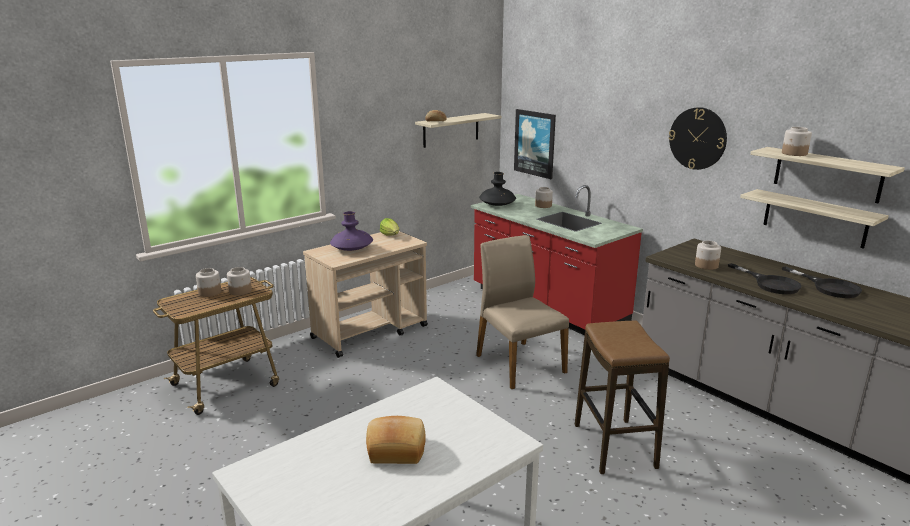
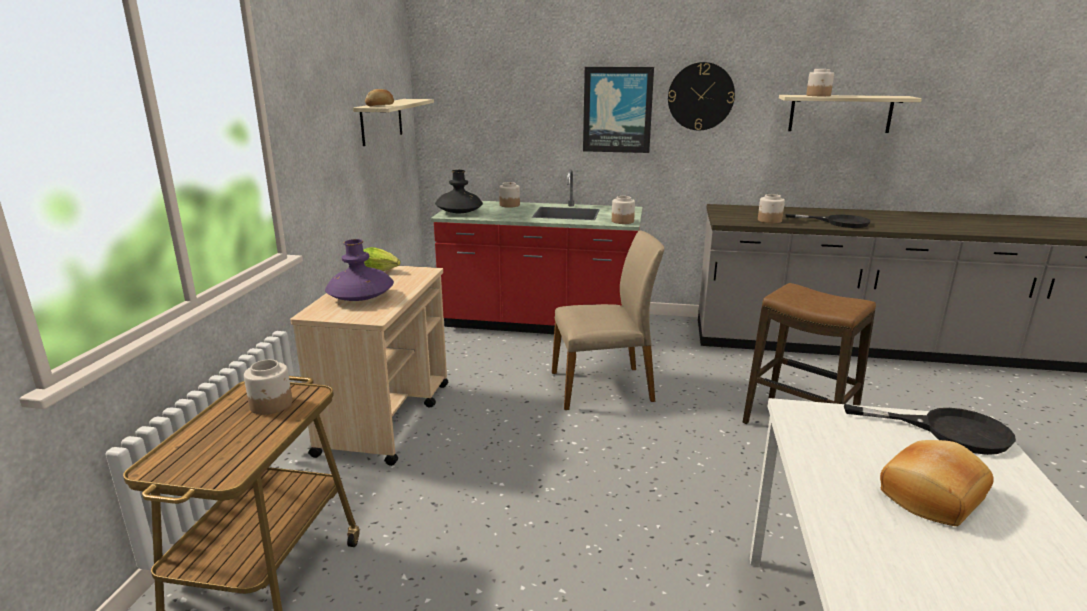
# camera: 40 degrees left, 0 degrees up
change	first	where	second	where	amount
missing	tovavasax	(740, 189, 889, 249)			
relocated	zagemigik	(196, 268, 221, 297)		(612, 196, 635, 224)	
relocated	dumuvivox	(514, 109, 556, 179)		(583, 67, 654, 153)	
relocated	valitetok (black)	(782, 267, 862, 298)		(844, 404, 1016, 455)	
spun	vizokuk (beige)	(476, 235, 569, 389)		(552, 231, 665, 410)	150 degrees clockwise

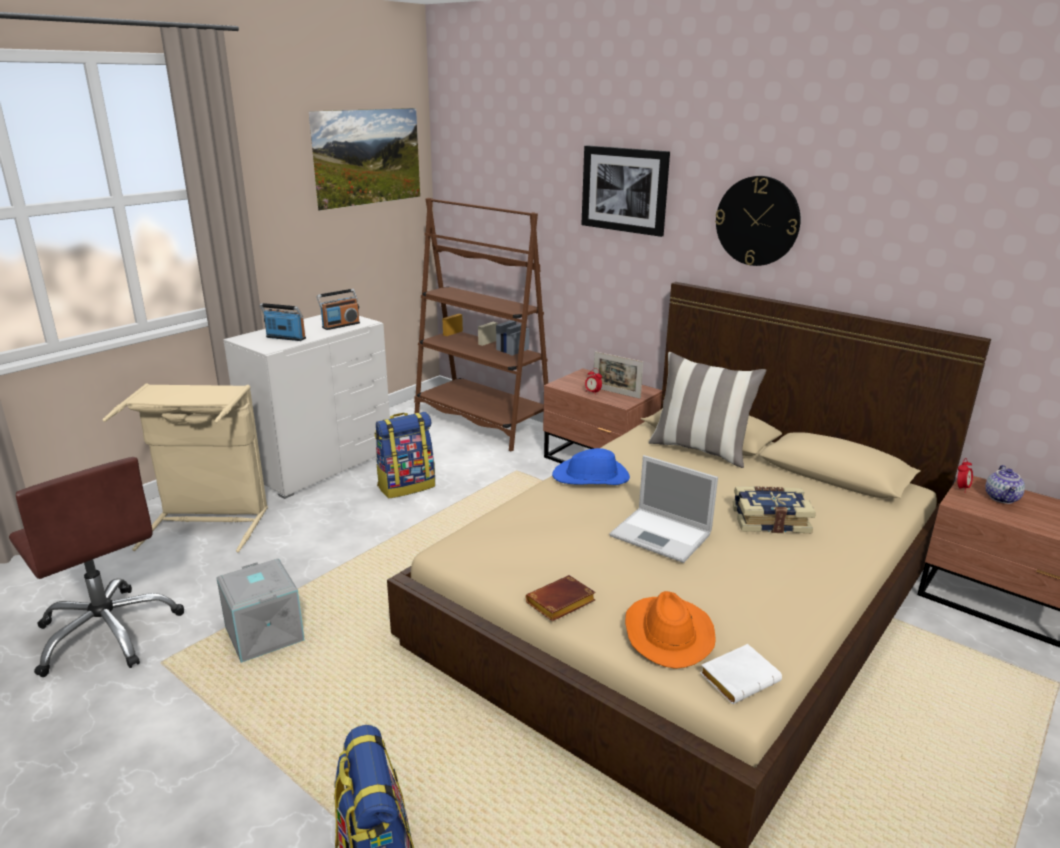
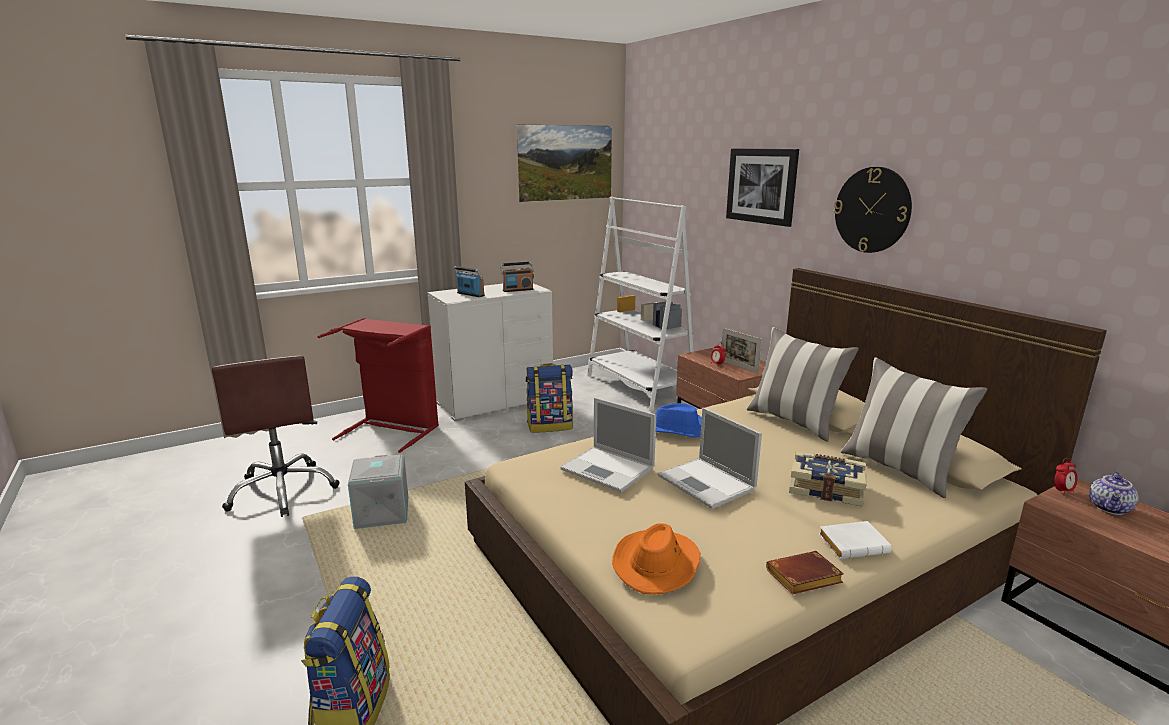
# camera: 20 degrees right, 5 degrees down
change	first	where	second	where	amount
appeared			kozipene	(560, 397, 656, 492)	
appeared			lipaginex	(841, 357, 988, 498)	
relocated	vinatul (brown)	(526, 575, 596, 621)		(766, 551, 844, 594)	
relocated	vinatul (white)	(700, 644, 782, 704)		(819, 521, 892, 559)	
colour	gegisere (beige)	(102, 383, 268, 552)	gegisere (red)	(318, 318, 439, 453)	
colour	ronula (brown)	(414, 198, 548, 451)	ronula (white)	(587, 197, 694, 412)	

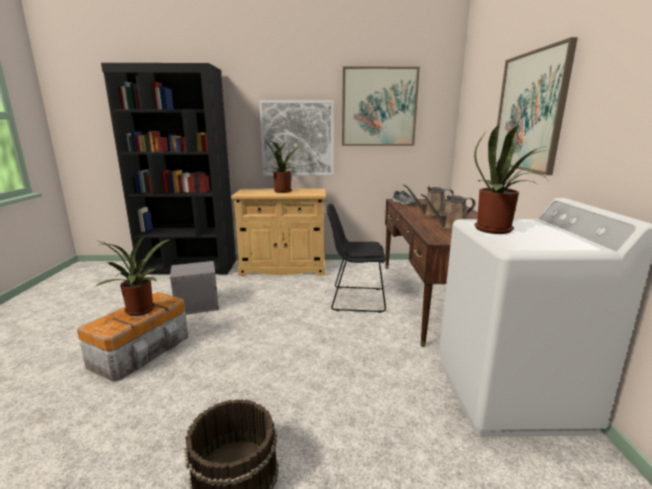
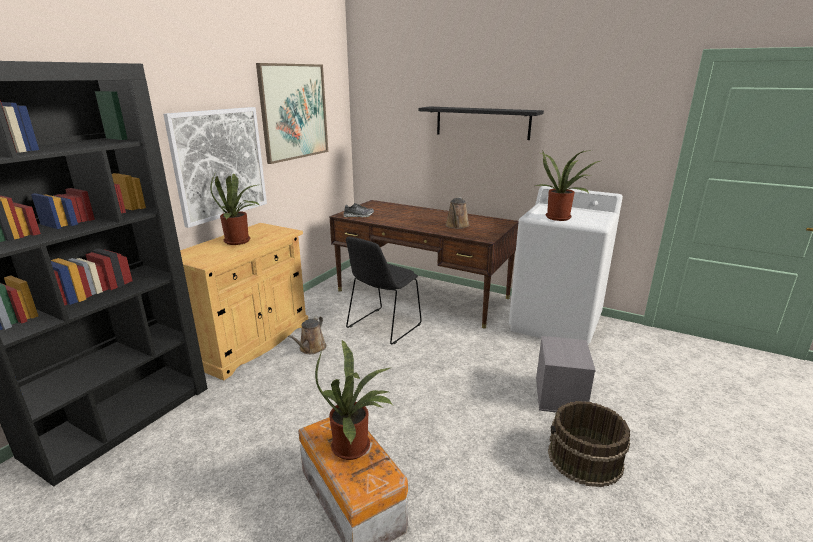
# camera: 60 degrees left, 5 degrees up
change	first	where	second	where	amount
relocated	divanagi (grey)	(170, 261, 219, 315)		(536, 336, 596, 413)	
relocated	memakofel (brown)	(403, 185, 454, 217)		(288, 316, 326, 354)	
exchanged	dumuvivox	(496, 37, 578, 175)	tovavasax (black)	(418, 106, 544, 140)	

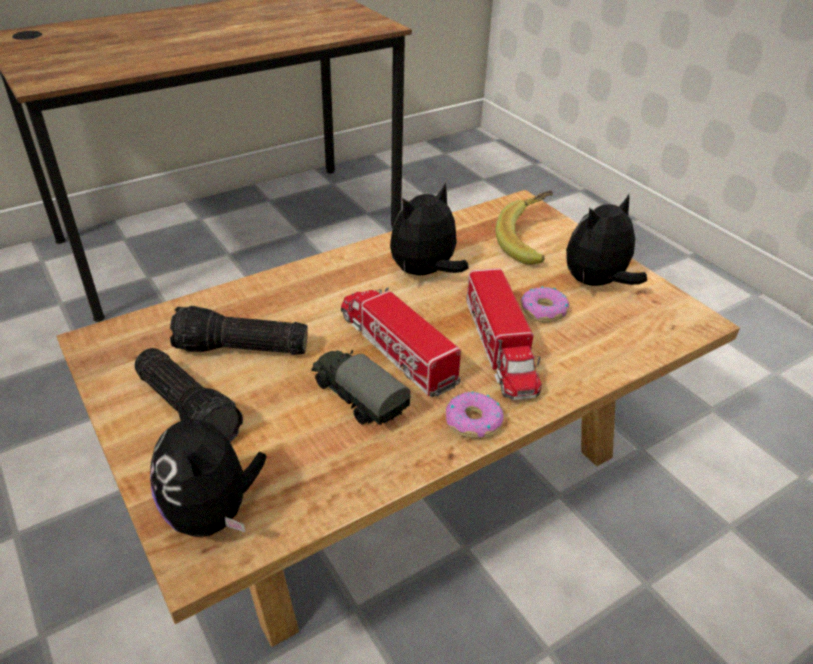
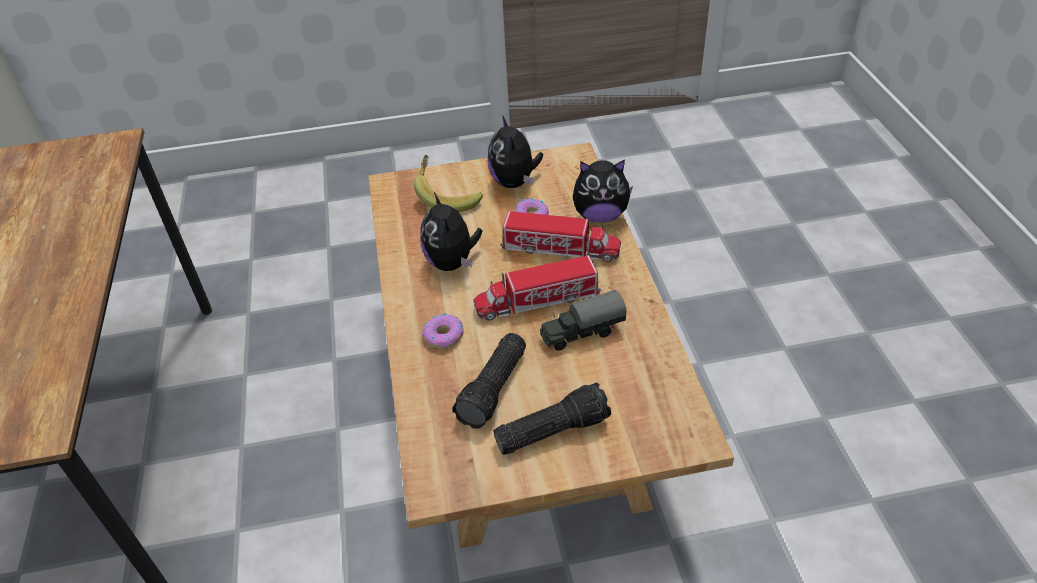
# camera: 65 degrees left, 5 degrees up
change	first	where	second	where	amount
relocated	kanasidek	(150, 397, 267, 537)		(573, 160, 633, 223)	
relocated	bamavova	(446, 391, 504, 439)		(422, 313, 464, 349)	

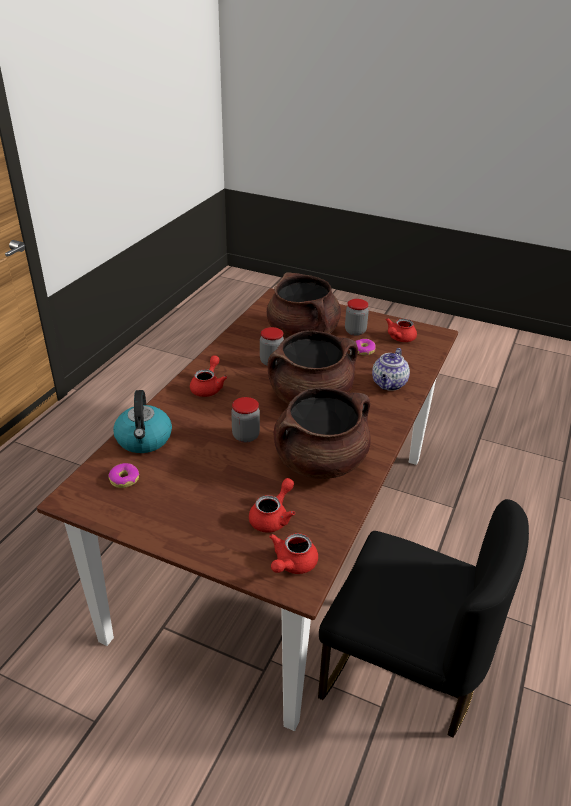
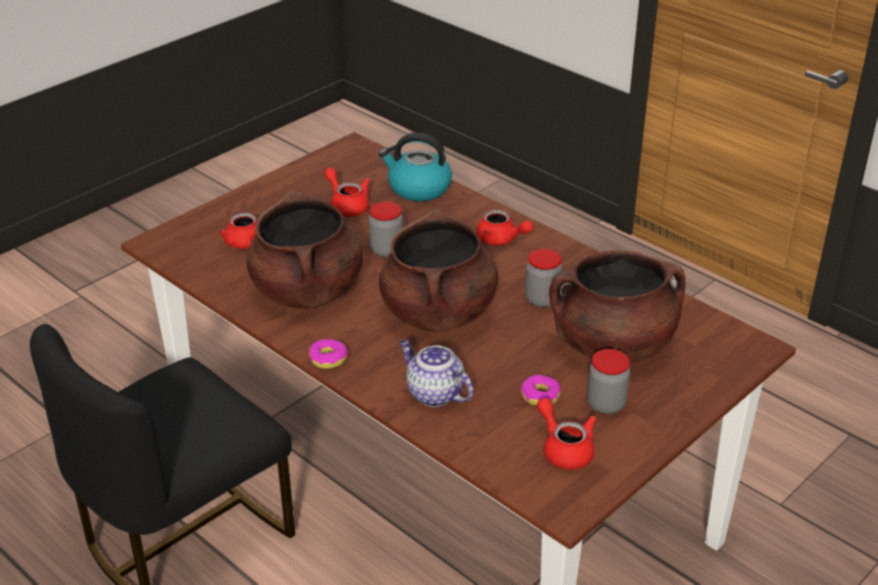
# camera: 110 degrees right, 0 degrees up
change	first	where	second	where	amount
relocated	bamavova	(108, 463, 139, 488)		(309, 339, 348, 369)	
relocated	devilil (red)	(269, 533, 318, 574)		(324, 168, 370, 217)	

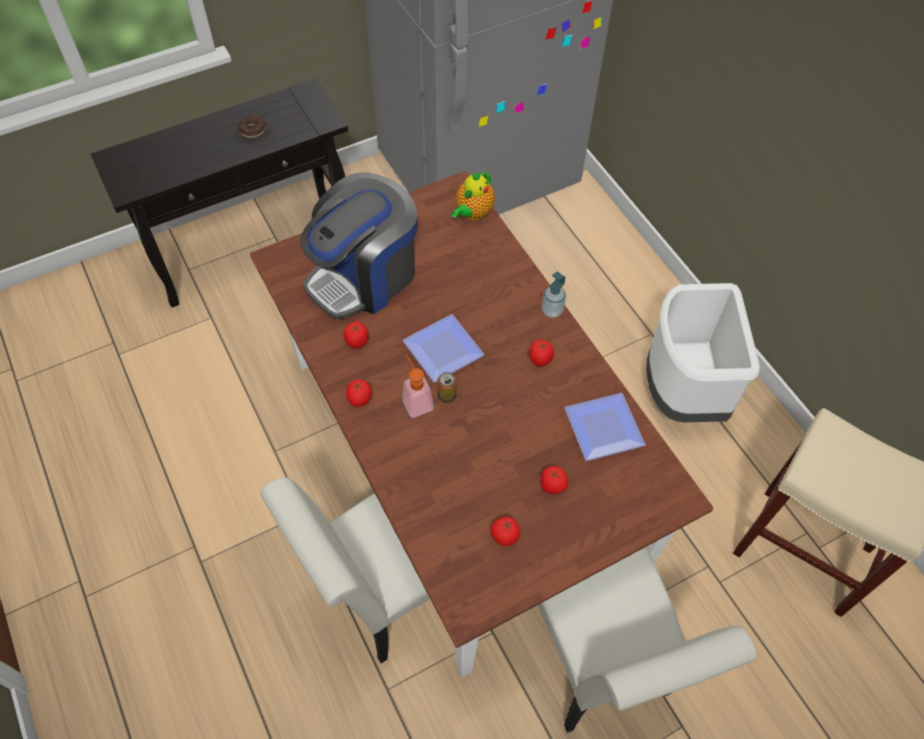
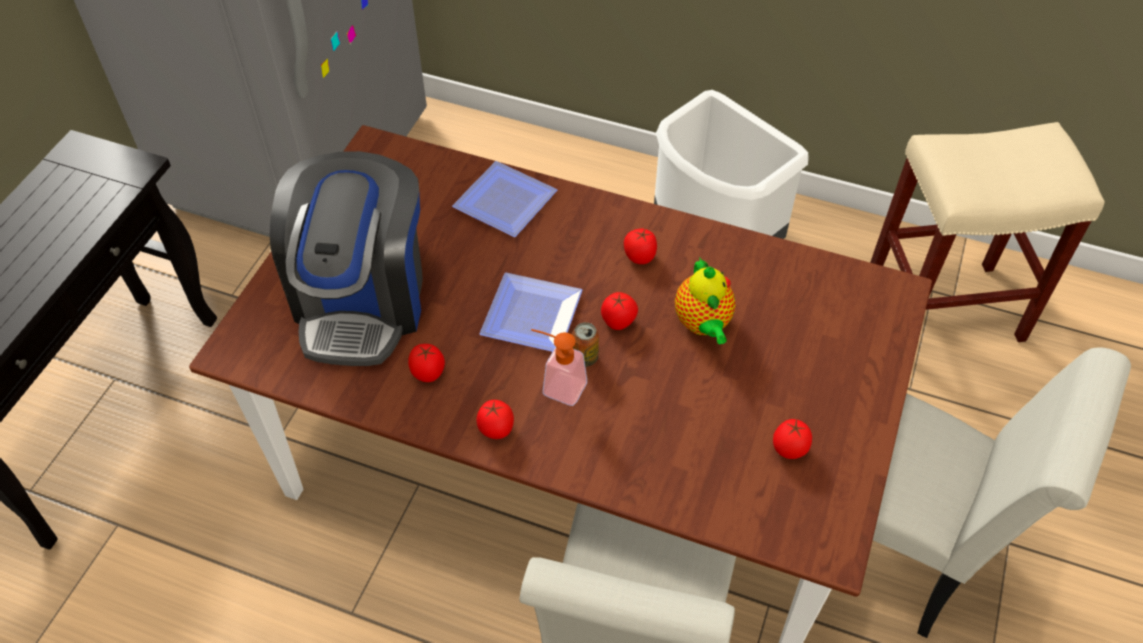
# camera: 40 degrees left, 5 degrees down
change	first	where	second	where	amount
missing	bamavova	(238, 116, 266, 138)			
missing	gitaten	(541, 272, 566, 318)			
relocated	devilil	(451, 171, 495, 220)		(675, 258, 736, 344)	
relocated	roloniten	(540, 466, 568, 494)		(601, 292, 638, 330)	
relocated	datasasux	(565, 393, 646, 461)		(452, 161, 557, 237)	

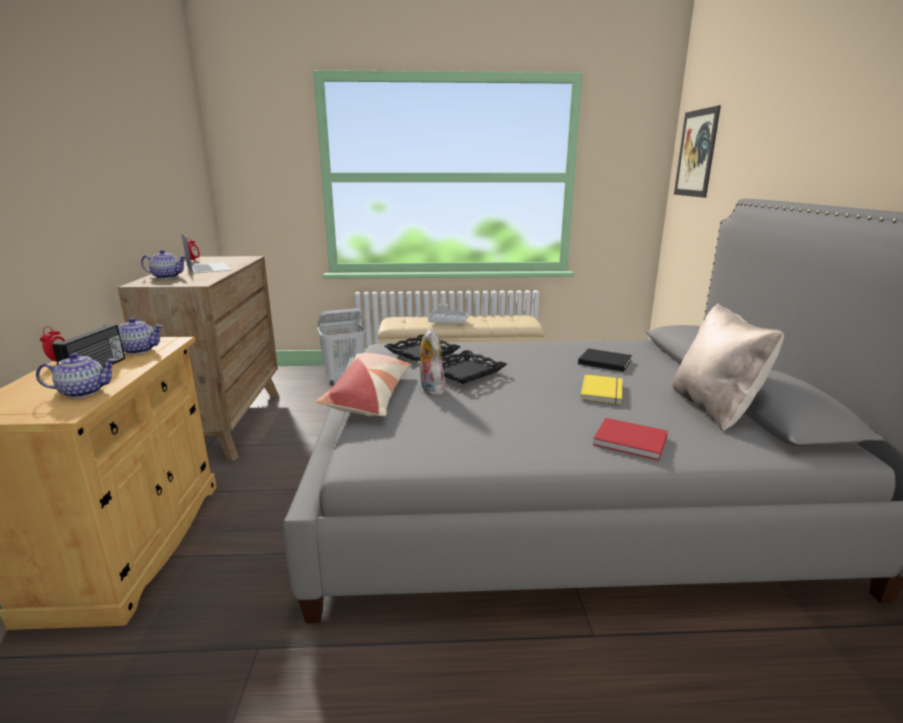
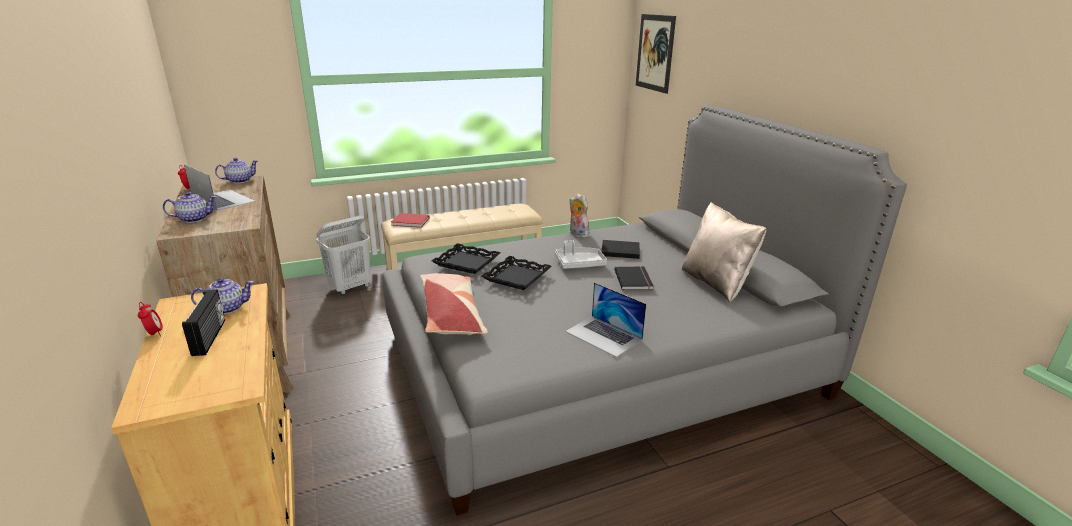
# camera: 20 degrees left, 5 degrees up
change	first	where	second	where	amount
appeared			kozipene	(565, 282, 646, 357)	
relocated	devilil	(36, 353, 117, 398)		(215, 157, 258, 183)	
relocated	kanasidek	(417, 329, 446, 395)		(569, 193, 589, 238)	
relocated	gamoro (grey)	(428, 304, 468, 323)		(555, 240, 608, 269)	
relocated	vinatul (red)	(593, 418, 668, 460)		(391, 213, 430, 228)	
colour	vinatul (yellow)	(580, 374, 622, 404)	vinatul (black)	(614, 266, 653, 290)	

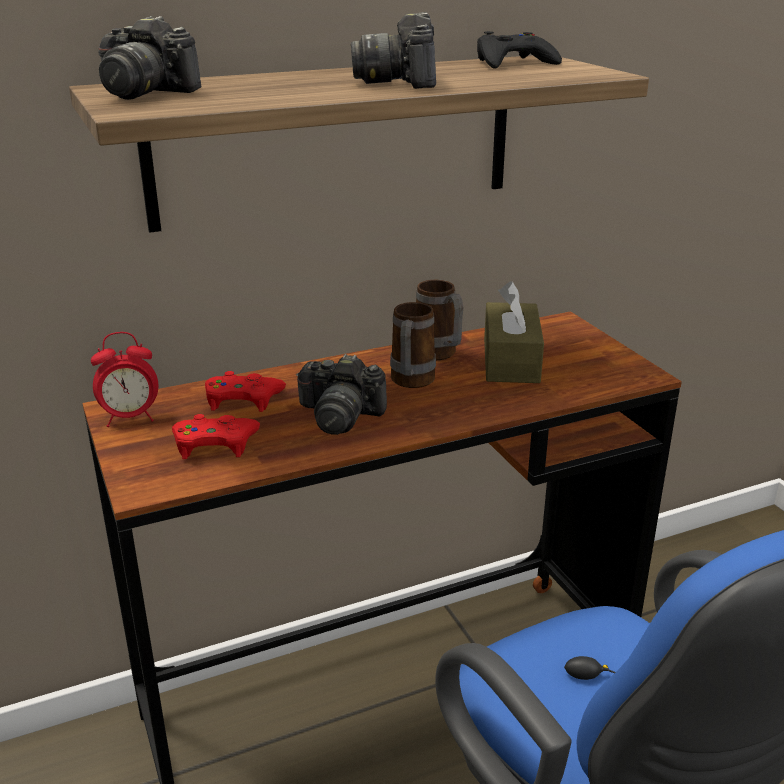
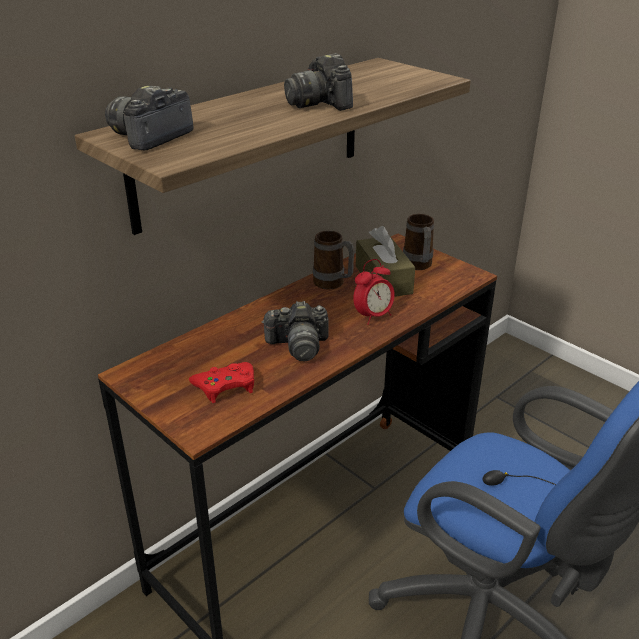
# camera: 20 degrees left, 5 degrees up
change	first	where	second	where	amount
missing	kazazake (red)	(205, 371, 286, 412)			
missing	kazazake (black)	(477, 31, 562, 69)			
relocated	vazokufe	(91, 332, 158, 427)		(353, 259, 395, 325)	
relocated	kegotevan	(390, 302, 436, 388)		(403, 214, 434, 270)	
spun	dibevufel	(98, 16, 201, 100)		(105, 86, 193, 150)	120 degrees clockwise

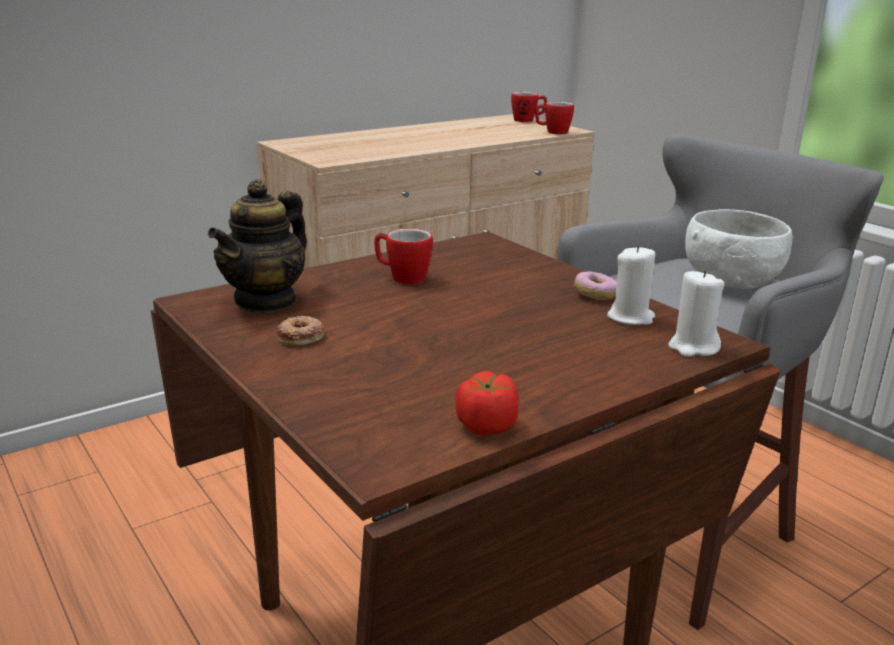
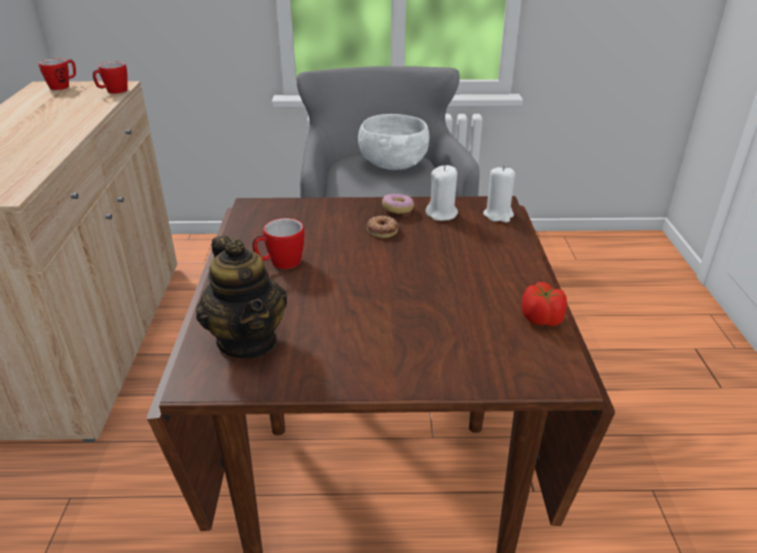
# camera: 55 degrees left, 10 degrees up
change	first	where	second	where	amount
relocated	bamavova	(276, 316, 324, 346)		(367, 215, 399, 238)	

